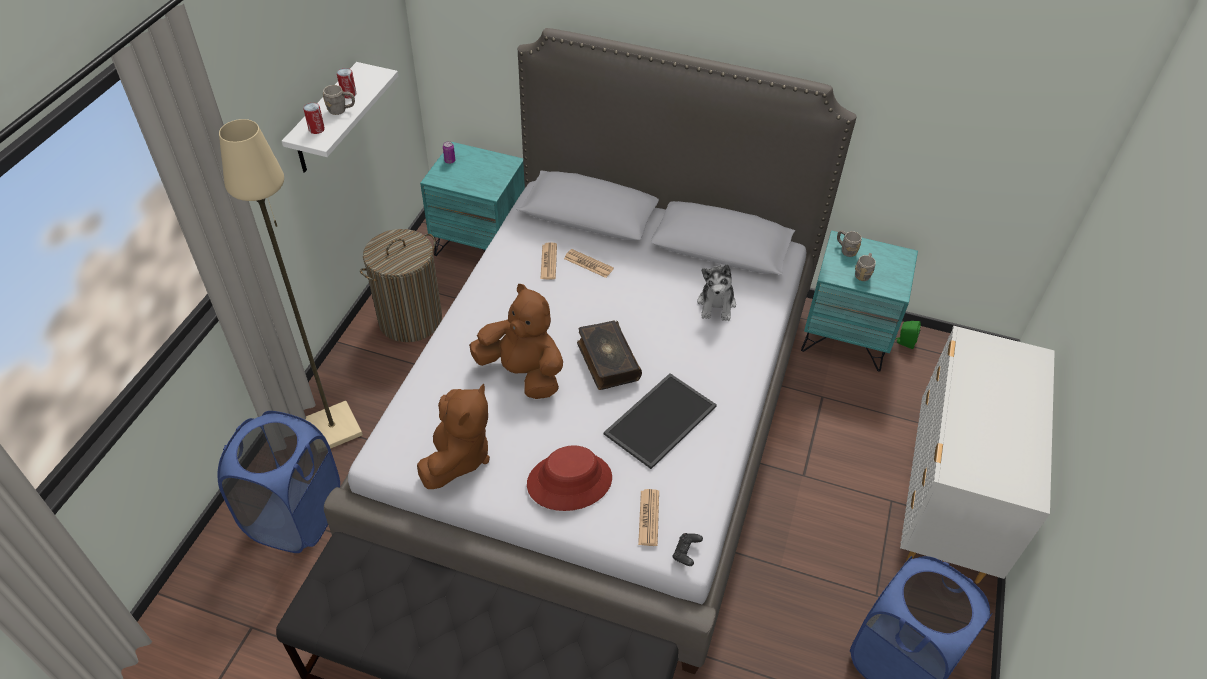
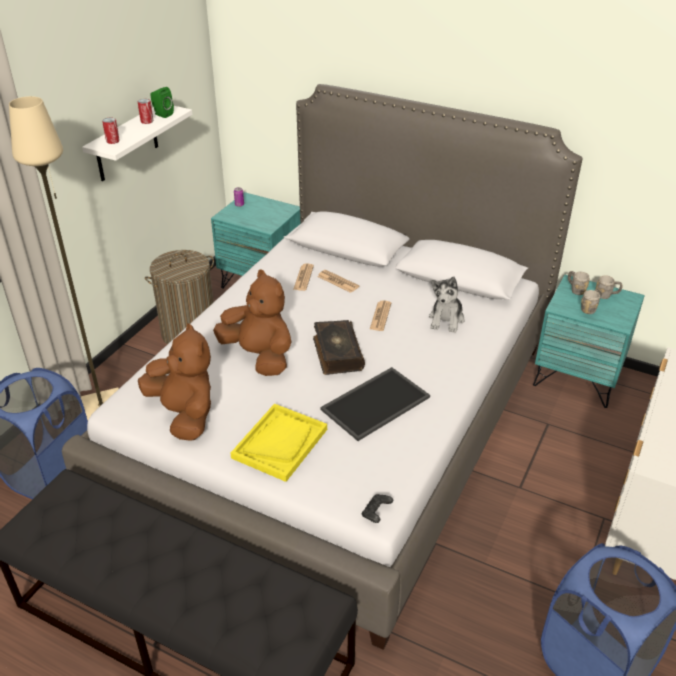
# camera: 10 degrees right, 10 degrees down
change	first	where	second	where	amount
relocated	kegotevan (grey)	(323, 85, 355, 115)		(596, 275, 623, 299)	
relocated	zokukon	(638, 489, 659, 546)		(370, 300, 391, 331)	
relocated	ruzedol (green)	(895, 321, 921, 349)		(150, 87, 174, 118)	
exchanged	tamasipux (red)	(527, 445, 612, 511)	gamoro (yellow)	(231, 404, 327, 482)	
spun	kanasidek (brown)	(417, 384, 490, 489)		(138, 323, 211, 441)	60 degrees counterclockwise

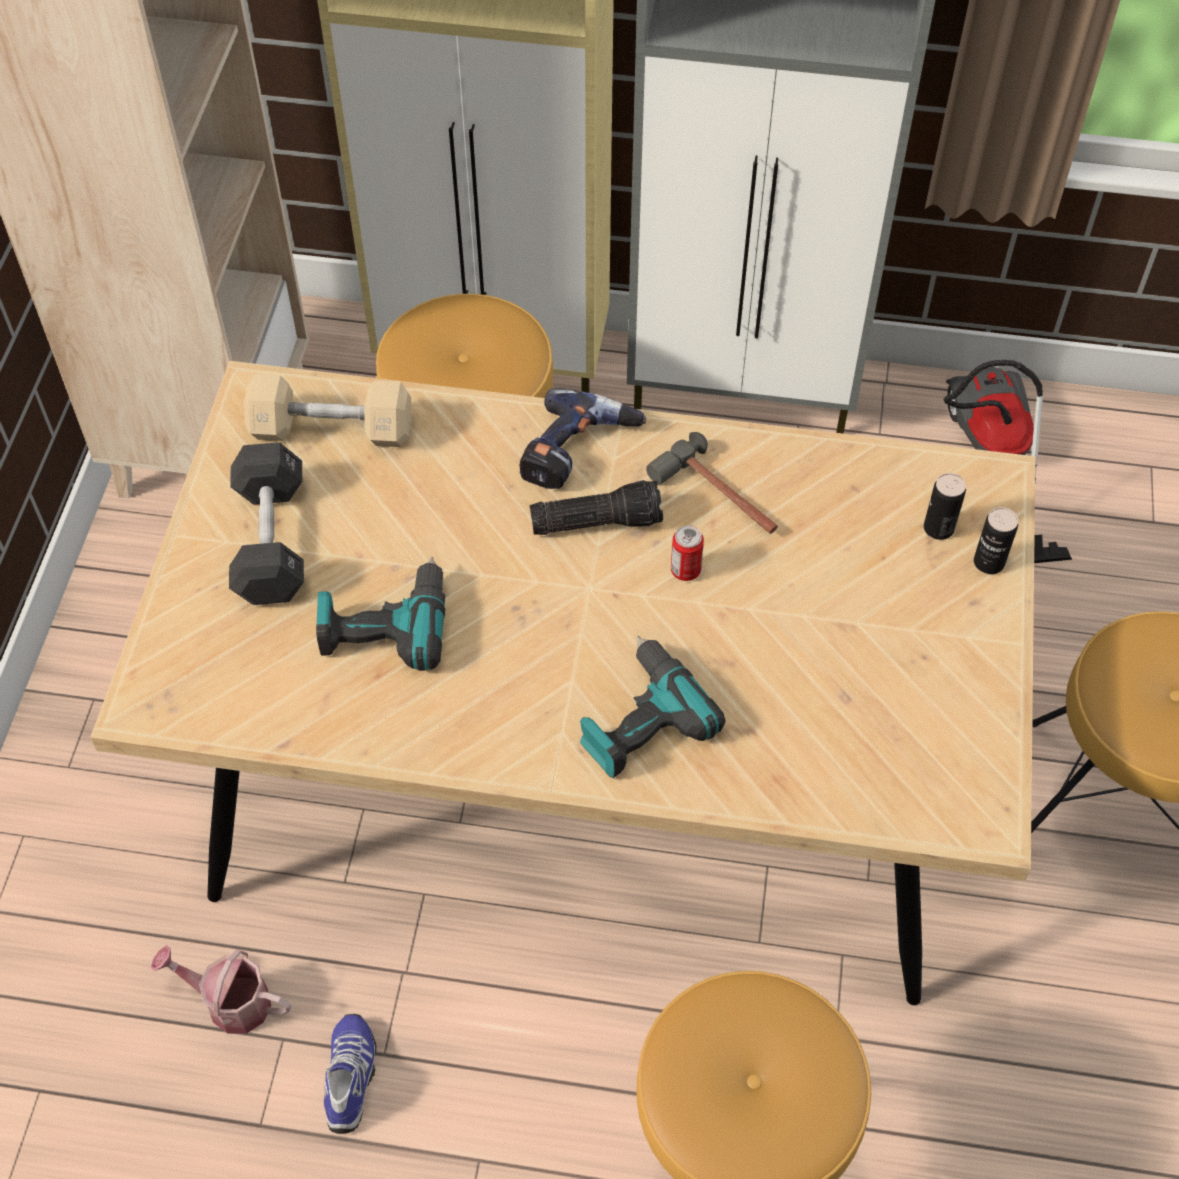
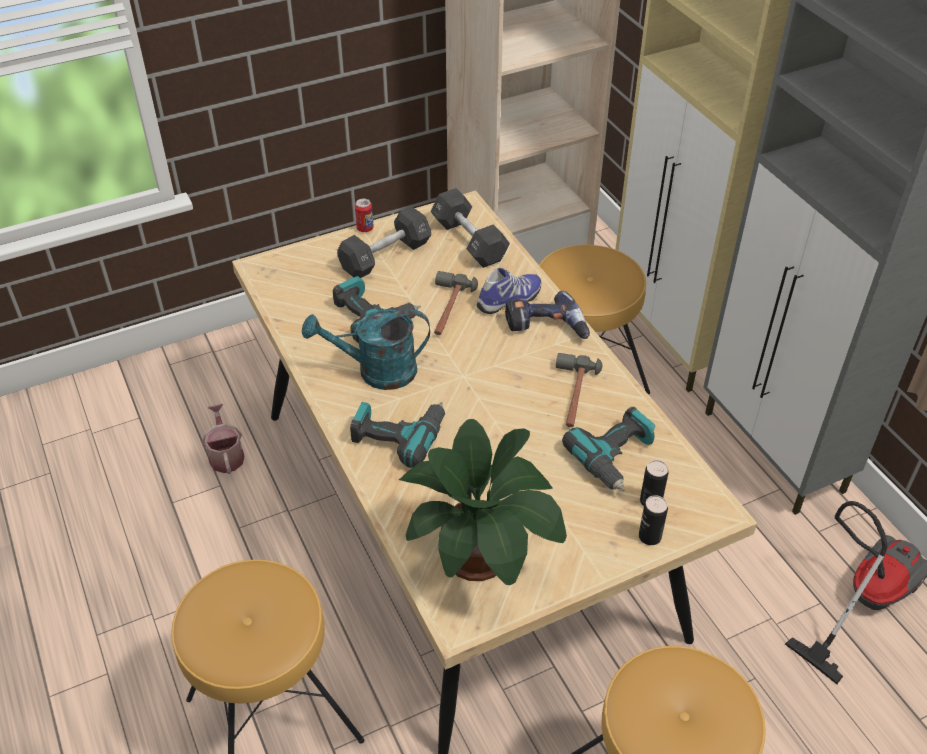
# camera: 55 degrees right, 10 degrees down
change	first	where	second	where	amount
missing	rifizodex	(530, 480, 663, 535)			
appeared			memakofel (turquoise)	(302, 309, 430, 390)	
appeared			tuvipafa	(399, 419, 567, 585)	
appeared			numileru	(434, 271, 478, 335)	
appeared			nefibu	(562, 407, 656, 491)	
relocated	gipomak	(324, 1014, 377, 1134)		(477, 268, 541, 314)	
relocated	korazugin	(671, 525, 704, 581)		(355, 199, 374, 232)	
colour	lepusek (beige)	(244, 374, 411, 447)	lepusek (black)	(430, 188, 510, 268)	

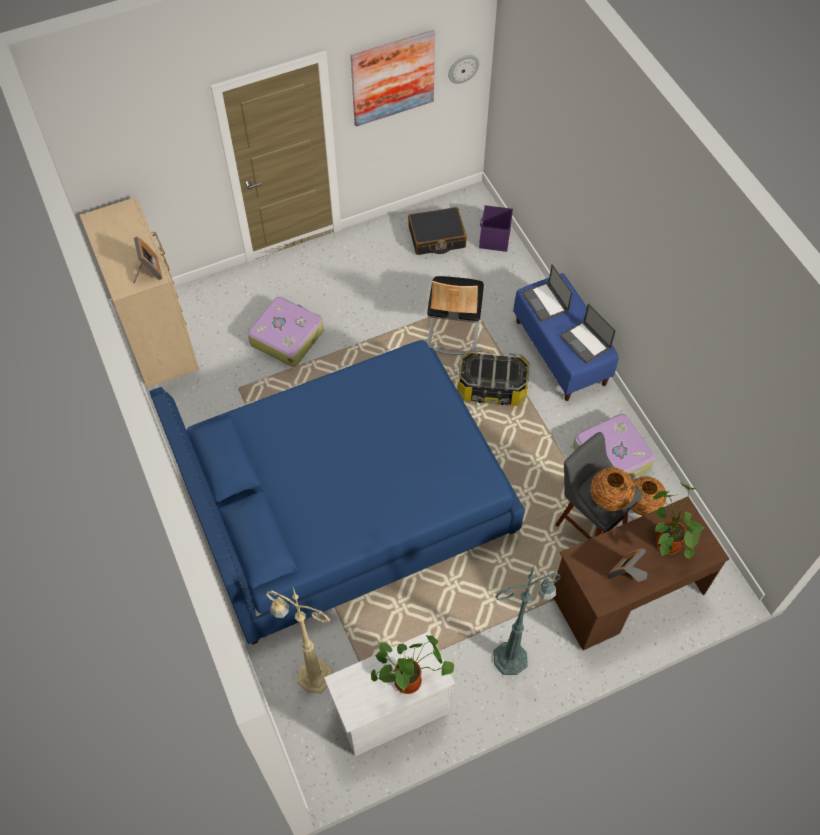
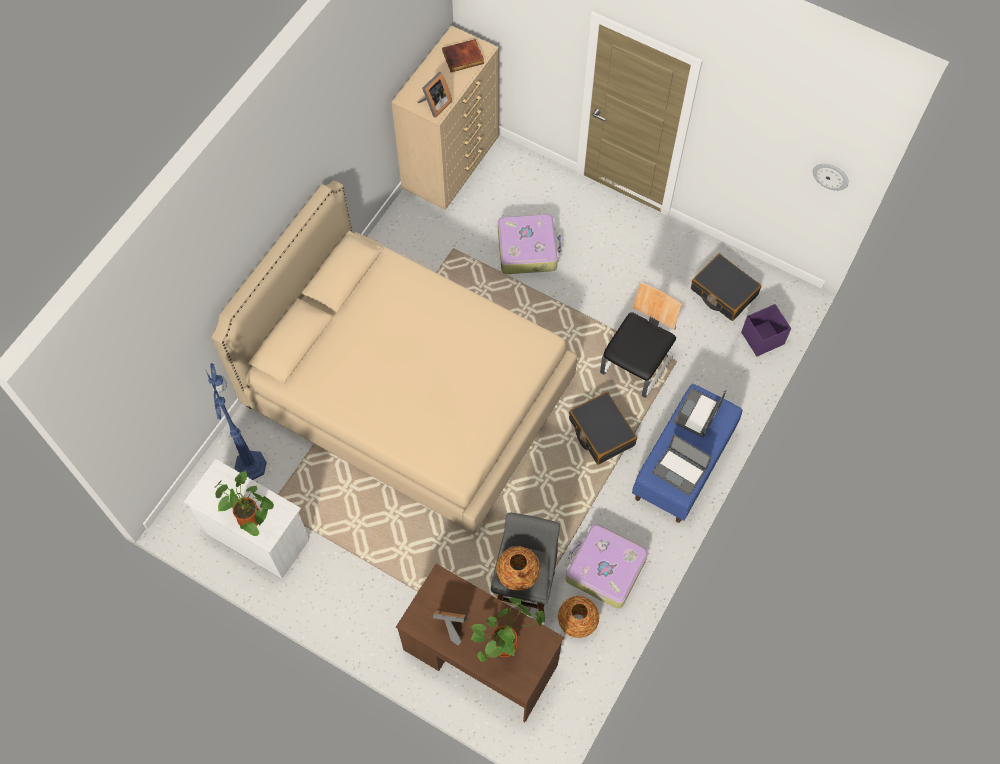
# camera: 55 degrees right, 5 degrees up
change	first	where	second	where	amount
missing	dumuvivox	(351, 30, 435, 127)			
missing	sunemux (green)	(493, 566, 561, 675)			
appeared			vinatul	(442, 39, 484, 72)	
exchanged	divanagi	(458, 350, 530, 406)	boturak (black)	(569, 392, 637, 465)	
colour	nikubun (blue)	(150, 340, 525, 645)	nikubun (beige)	(211, 180, 577, 534)	
colour	sunemux (beige)	(266, 588, 333, 693)	sunemux (blue)	(206, 363, 267, 480)	
spun	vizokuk	(427, 276, 484, 355)		(600, 282, 682, 398)	150 degrees clockwise
spun	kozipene	(560, 303, 616, 364)		(652, 434, 712, 496)	75 degrees counterclockwise

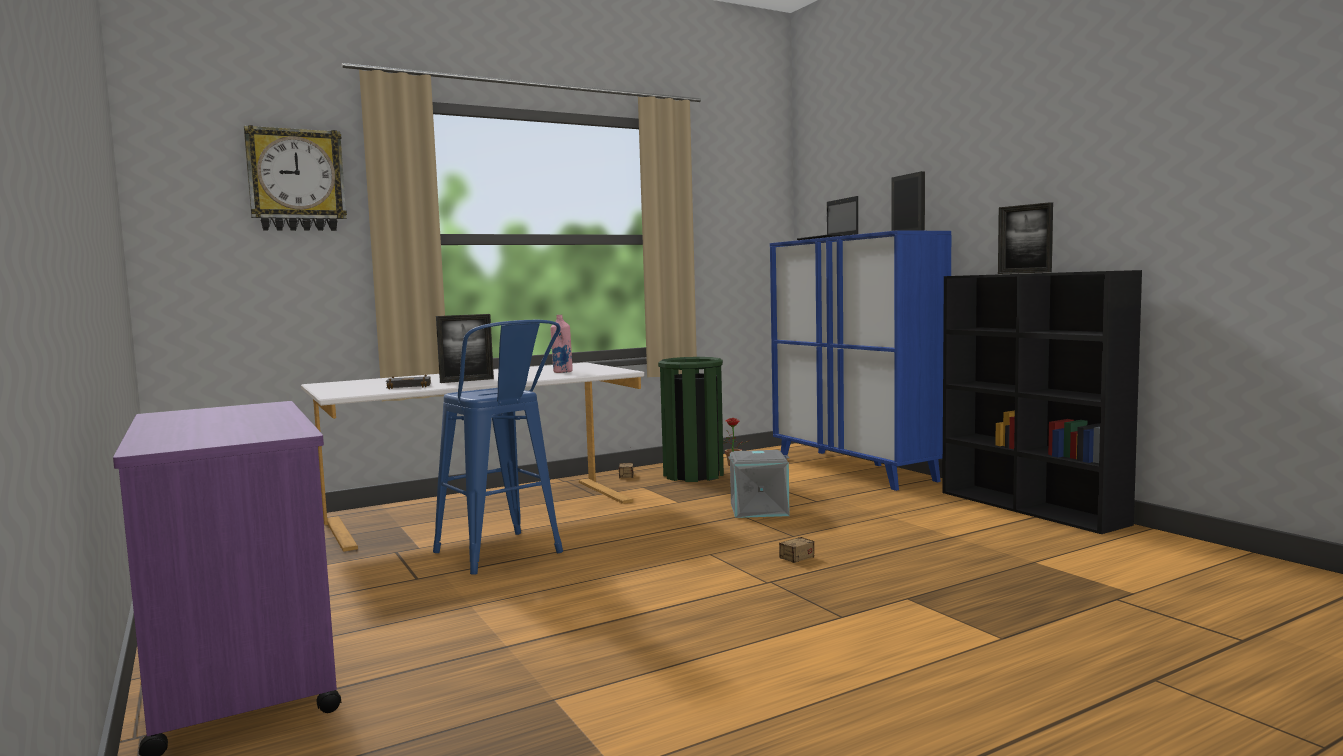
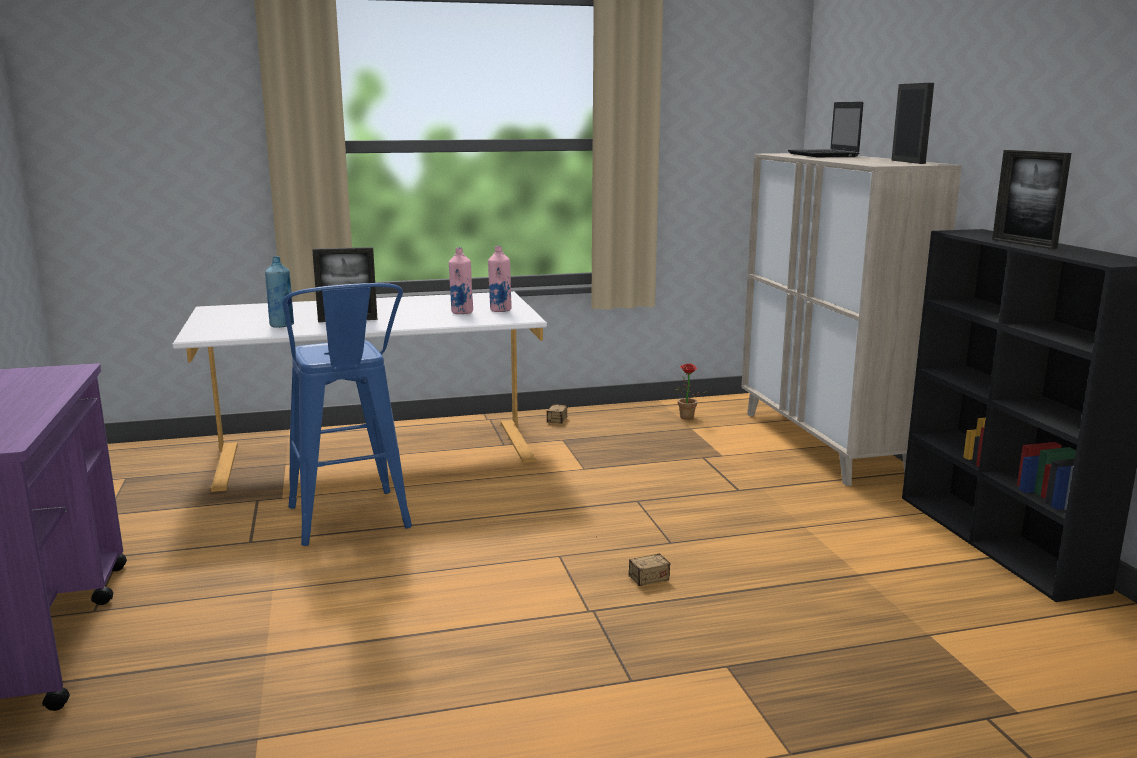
# camera: 15 degrees right, 10 degrees up
change	first	where	second	where	amount
missing	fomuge	(244, 125, 347, 231)			
missing	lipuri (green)	(658, 357, 724, 482)			
missing	divanagi (grey)	(728, 450, 790, 518)			
appeared			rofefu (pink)	(488, 246, 512, 312)	
exchanged	vinatul (black)	(385, 374, 431, 389)	rofefu (blue)	(265, 256, 294, 328)	
colour	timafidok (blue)	(770, 230, 951, 491)	timafidok (beige)	(741, 153, 962, 486)	

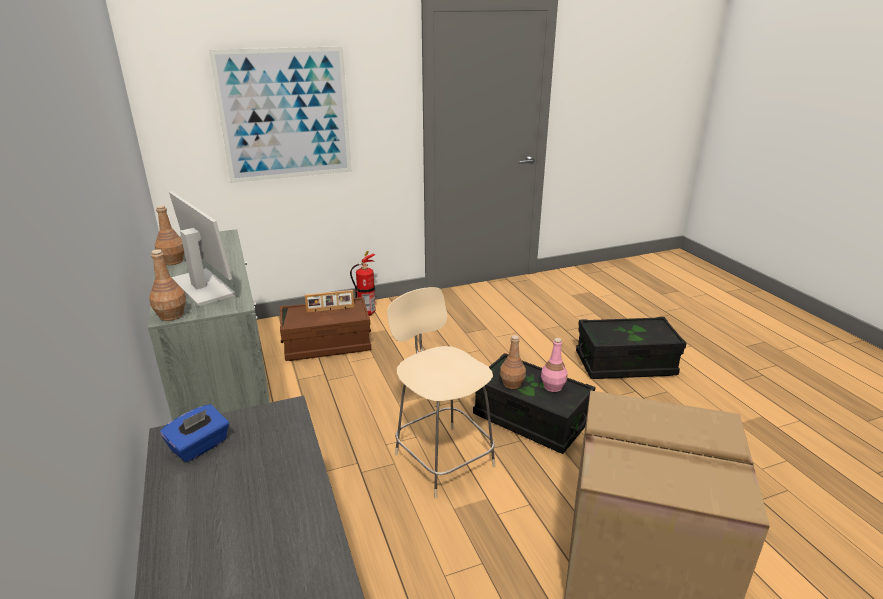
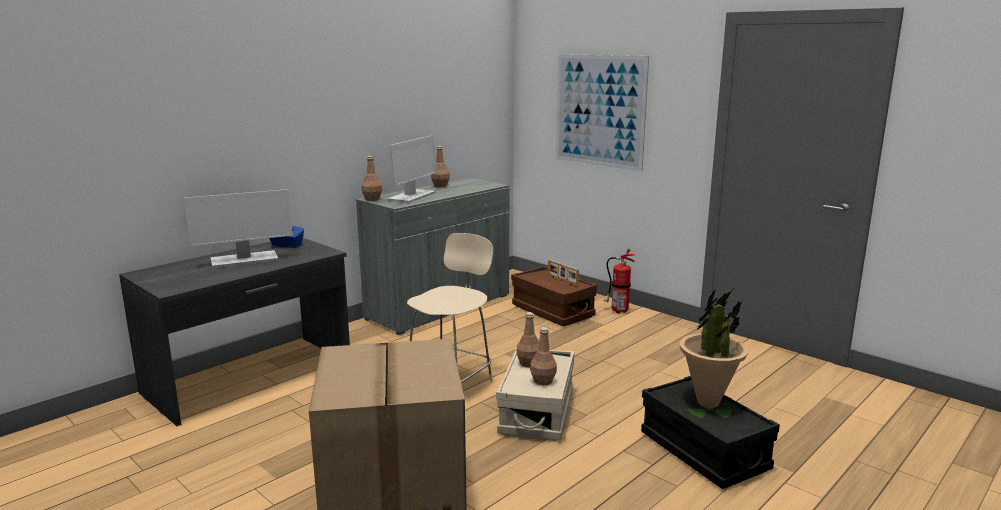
# camera: 65 degrees right, 10 degrees down
change	first	where	second	where	amount
appeared			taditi	(184, 189, 293, 268)	
appeared			tuvipafa	(680, 290, 749, 408)	
colour	divanagi (black)	(473, 353, 596, 454)	divanagi (beige)	(496, 347, 575, 441)	
colour	rofefu (pink)	(541, 338, 568, 392)	rofefu (brown)	(530, 327, 557, 385)	

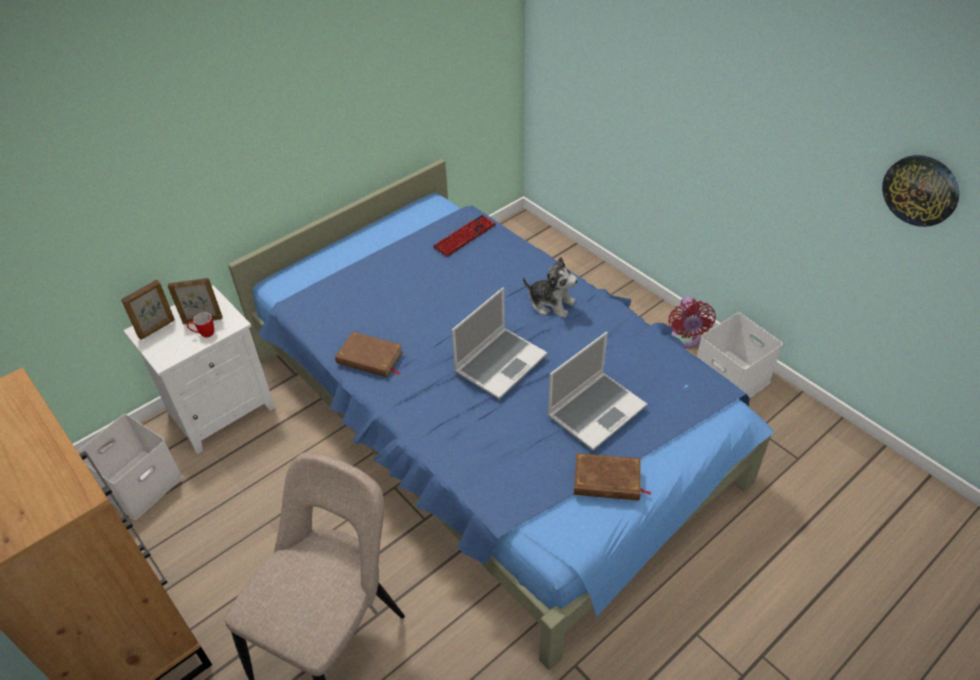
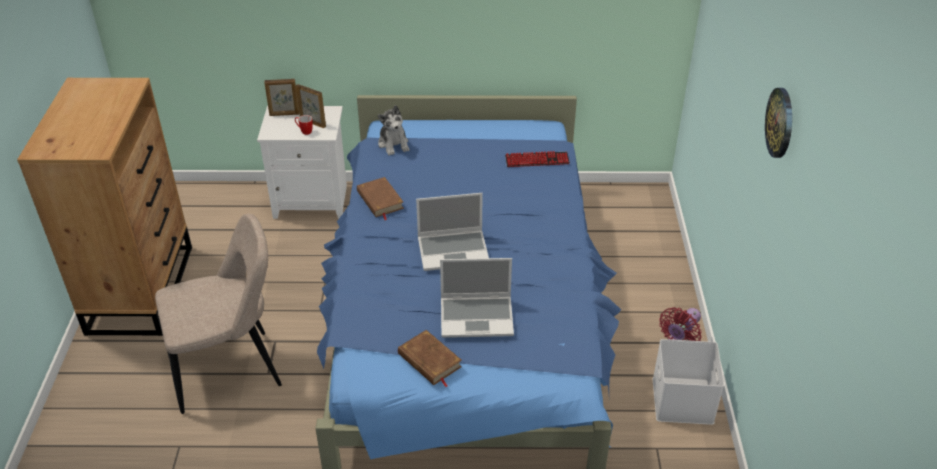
# camera: 40 degrees right, 5 degrees down
change	first	where	second	where	amount
missing	divanagi (white)	(77, 414, 183, 520)			
relocated	kanasidek	(523, 257, 578, 318)		(378, 105, 409, 156)	
relocated	fomuge	(882, 155, 959, 227)		(765, 88, 792, 158)	

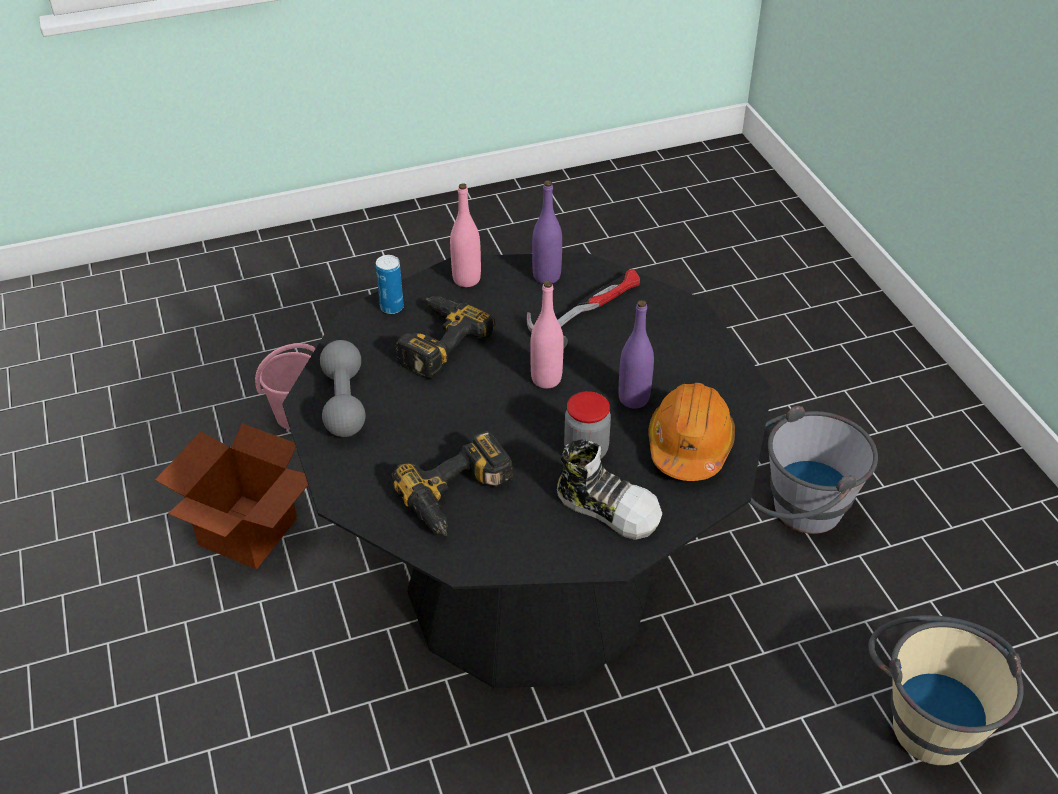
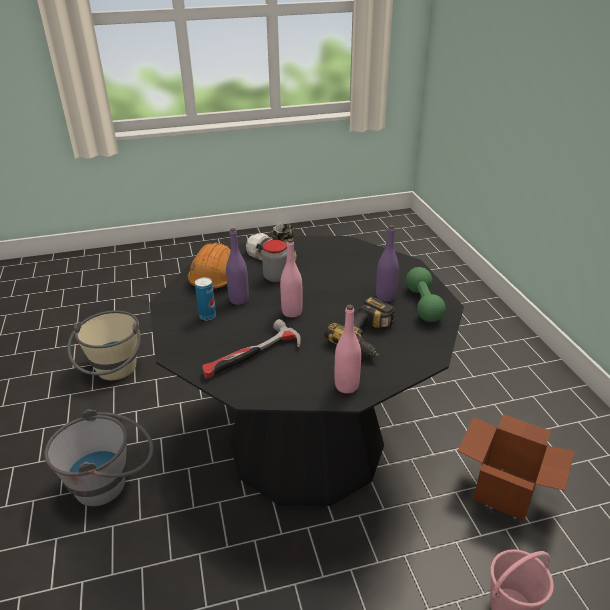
# camera: 175 degrees left, 10 degrees down
change	first	where	second	where	amount
missing	nefibu	(391, 431, 513, 536)			
relocated	korazugin	(376, 255, 404, 314)		(195, 277, 216, 321)	
relocated	rofefu (purple)	(532, 181, 562, 284)		(376, 225, 399, 302)	
colour	lepusek (grey)	(320, 340, 365, 437)	lepusek (green)	(406, 267, 446, 322)	

